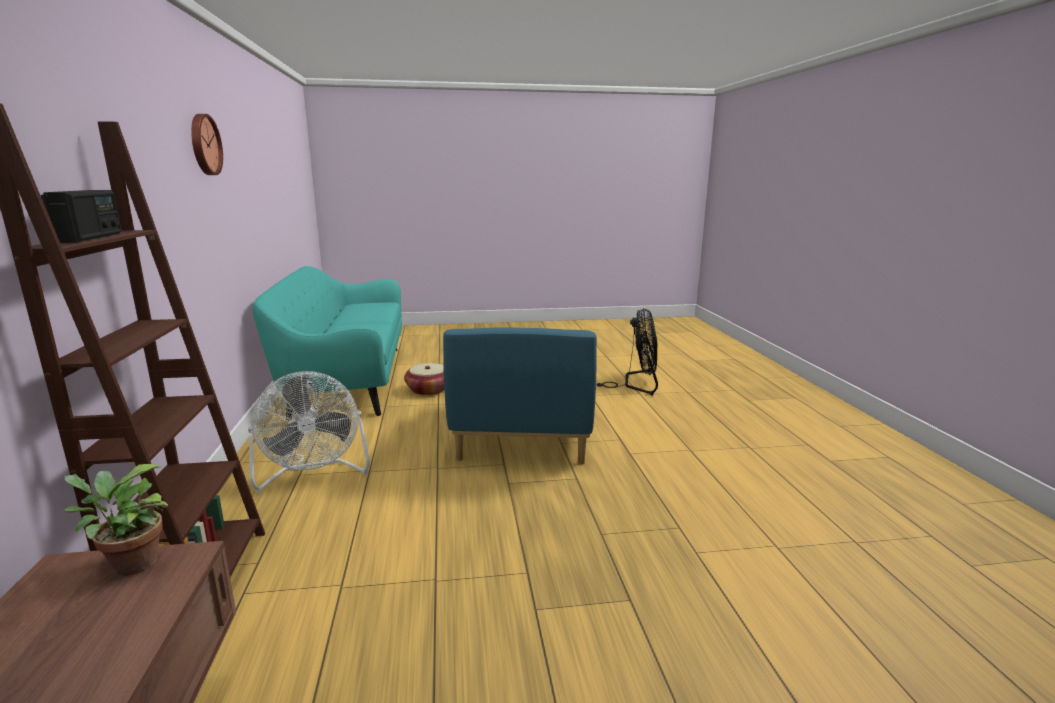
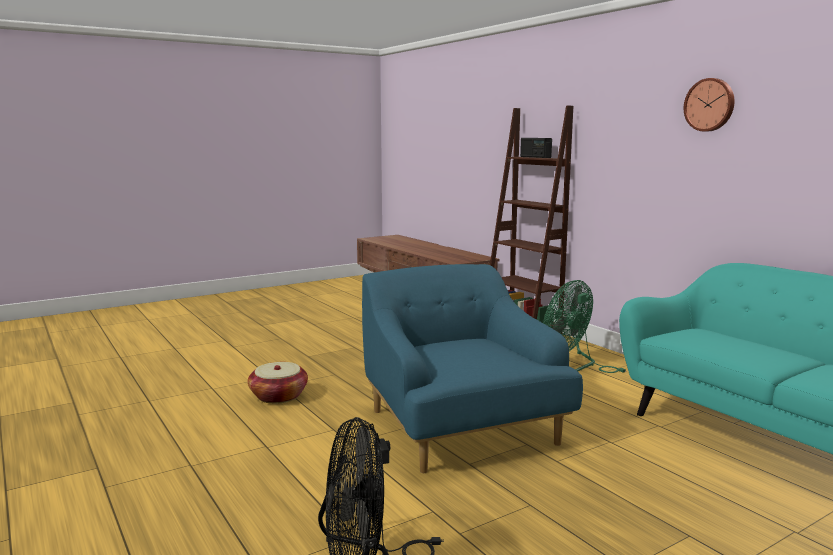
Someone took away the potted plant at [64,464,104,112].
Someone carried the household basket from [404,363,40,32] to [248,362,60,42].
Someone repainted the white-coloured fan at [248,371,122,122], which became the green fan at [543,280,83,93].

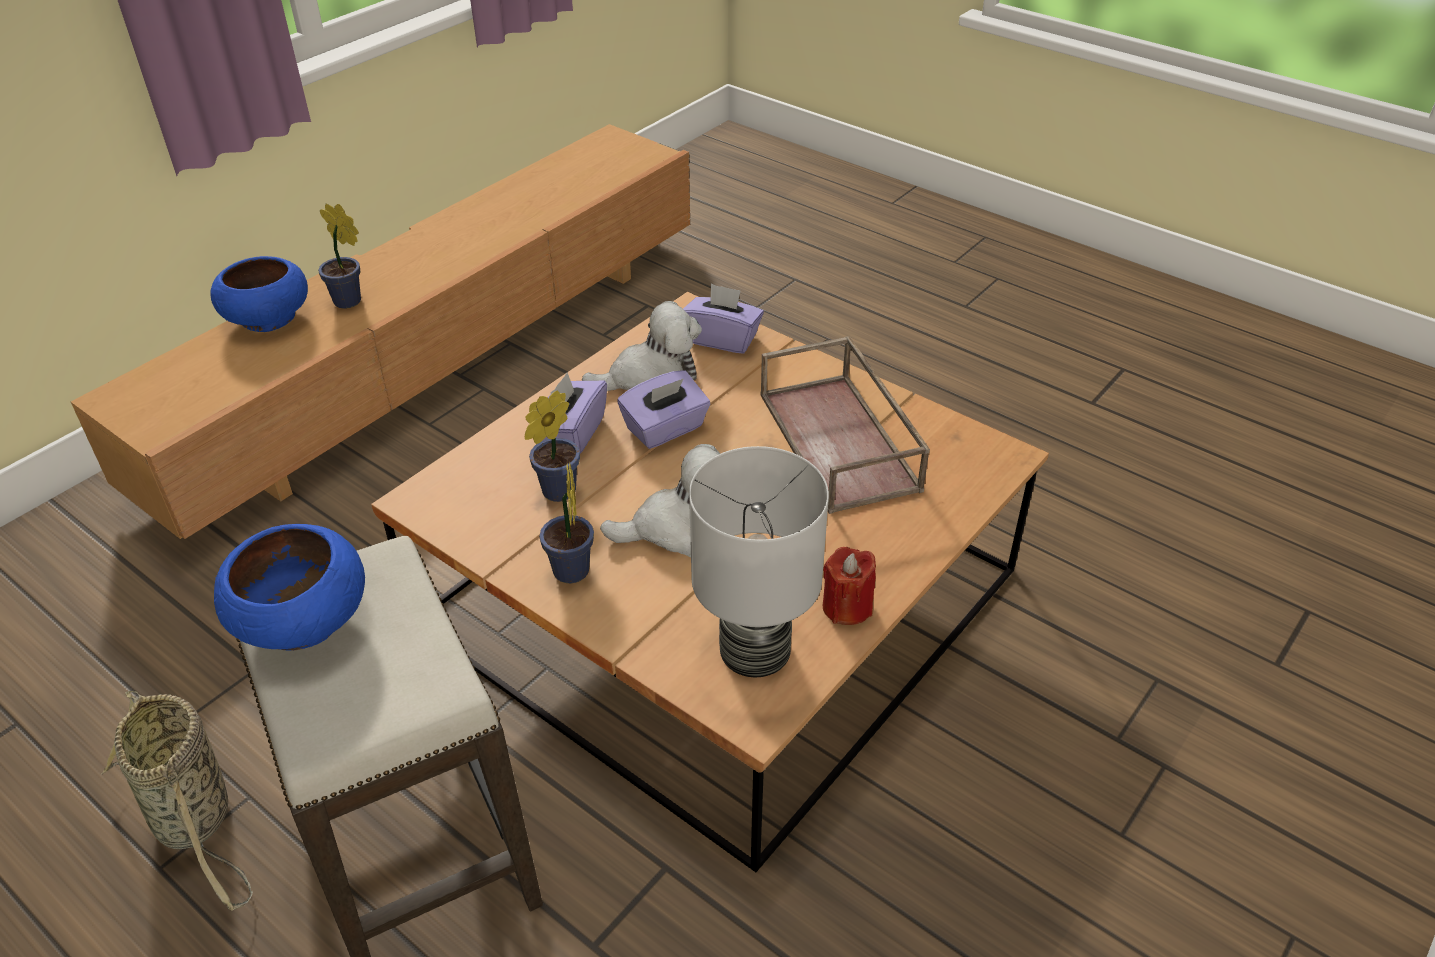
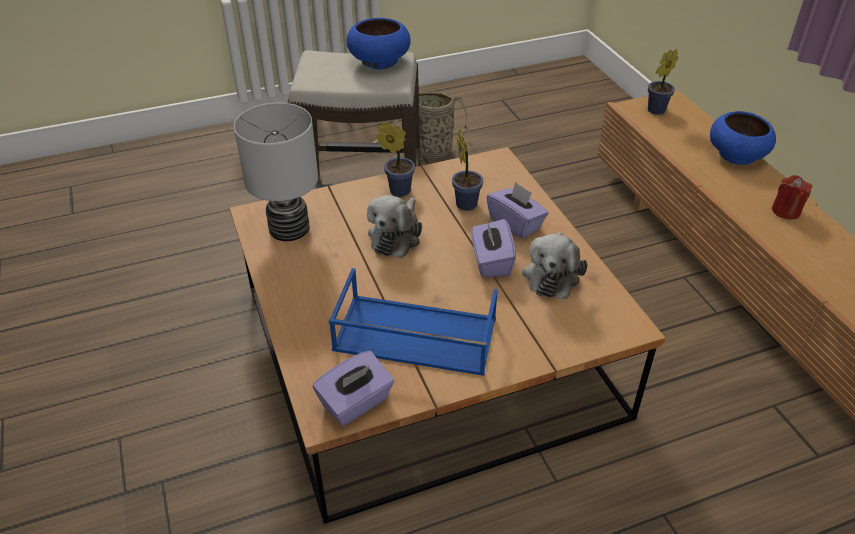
Someone carried the potted plant from [318,204,43,104] to [648,49,31,66].
Someone carried the purple tissue holder from [683,284,81,70] to [313,351,81,75].
Someone carried the reddish candle from [823,547,53,78] to [772,175,40,44].
Someone repainted the brown-coloured carrying tray at [760,336,170,178], which became the bluish carrying tray at [329,268,169,108].

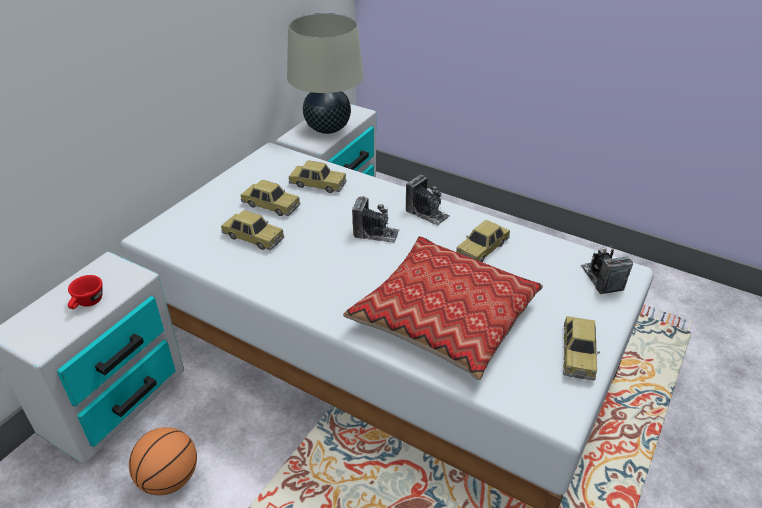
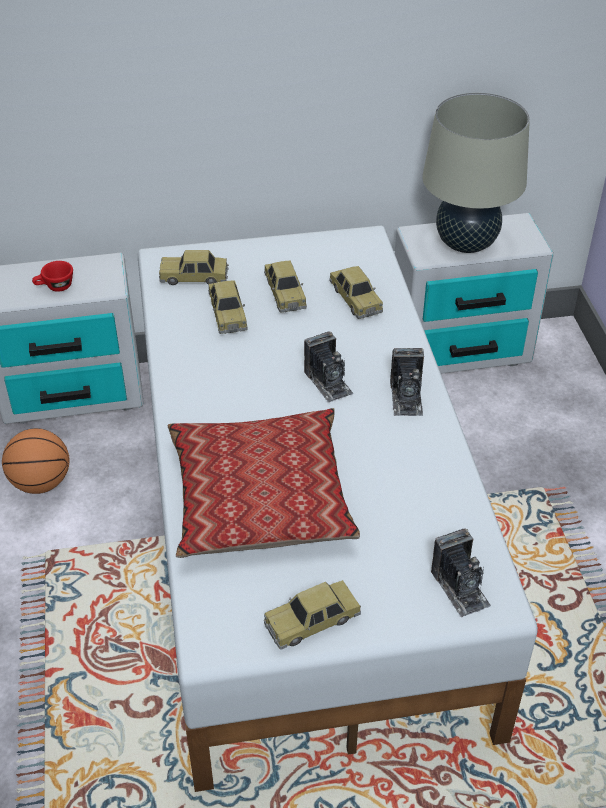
Someone carried the toy car from [456,220,54,42] to [159,250,70,35].
Someone rotated the photo camera at [581,246,52,48] by 120 degrees clockwise.

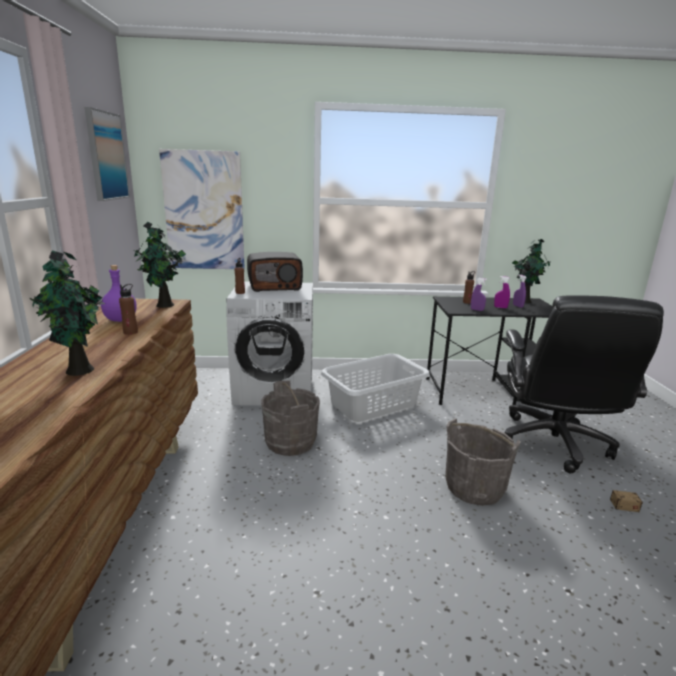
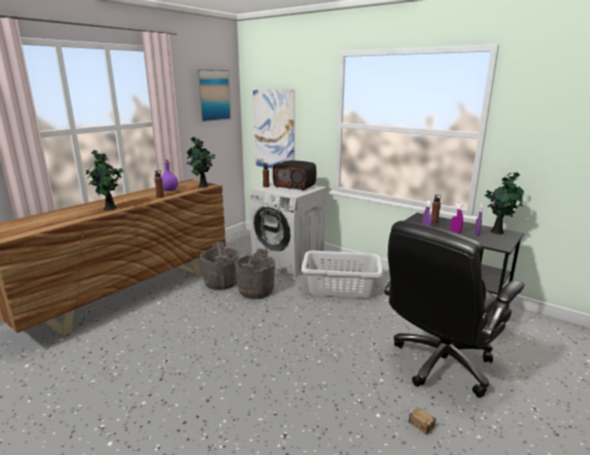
Someone carried the grey water bucket from [445,419,75,87] to [200,242,39,48].

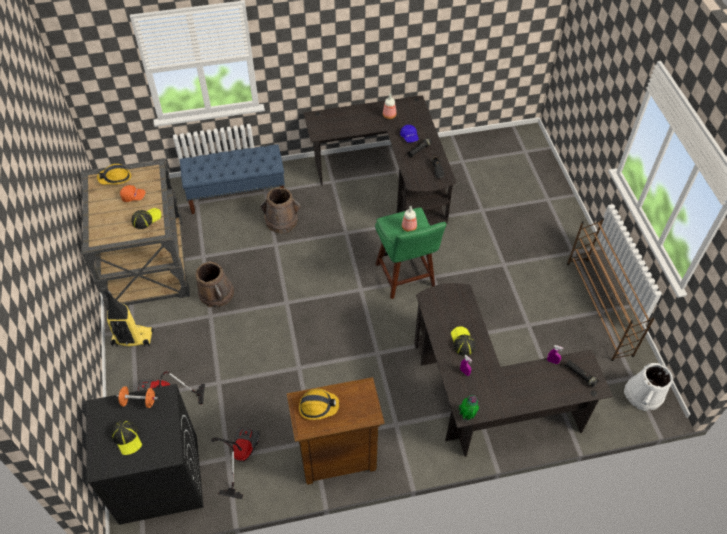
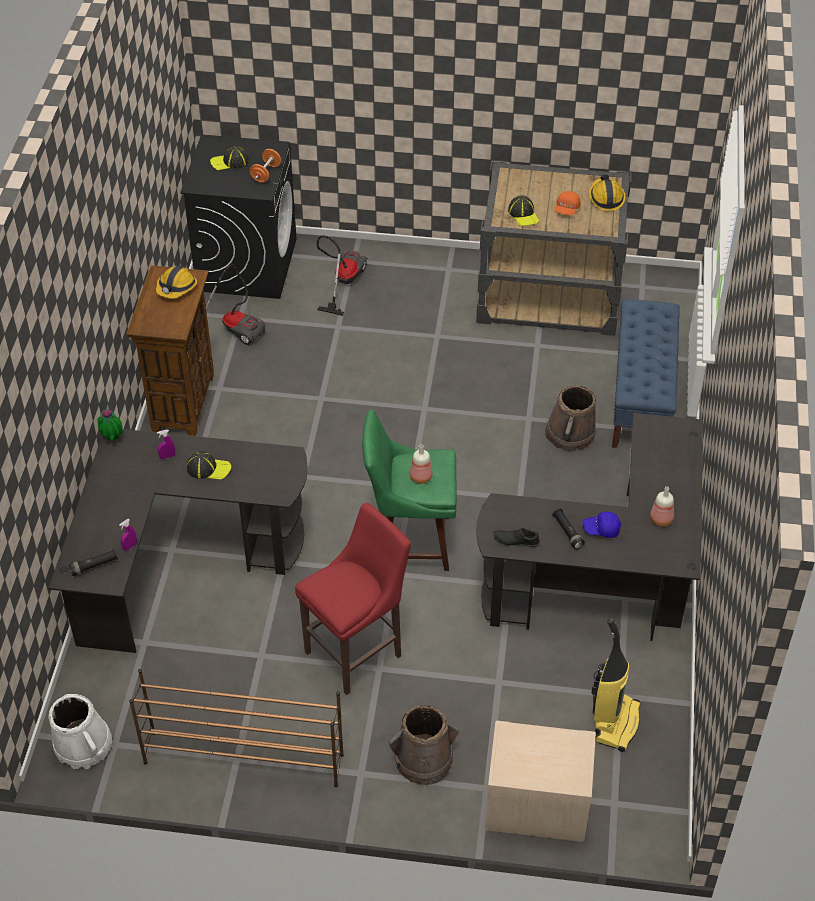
Someone put down the reddish stool seat at [295,503,116,192].
Someone put down the sand-coloured bedside table at [485,721,111,121].
Someone carried the hoover from [101,288,53,59] to [591,618,50,134].
Someone carried the brown-coloured water bucket from [196,261,38,47] to [389,705,70,80].

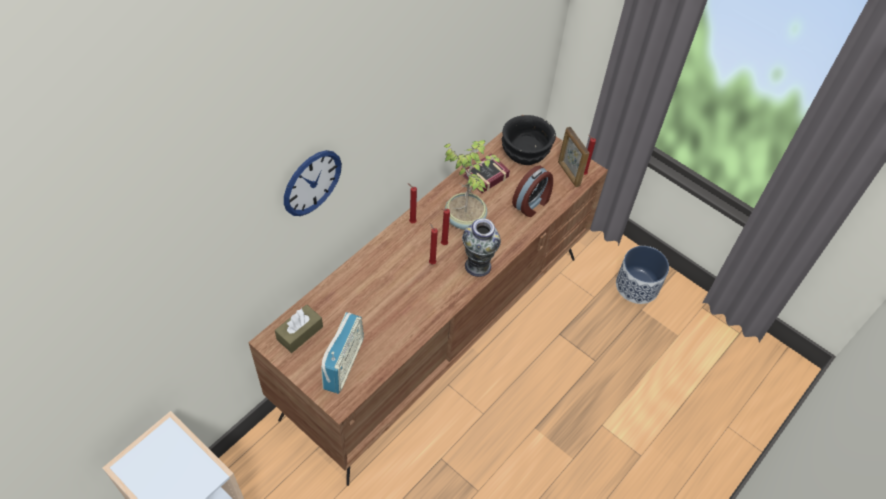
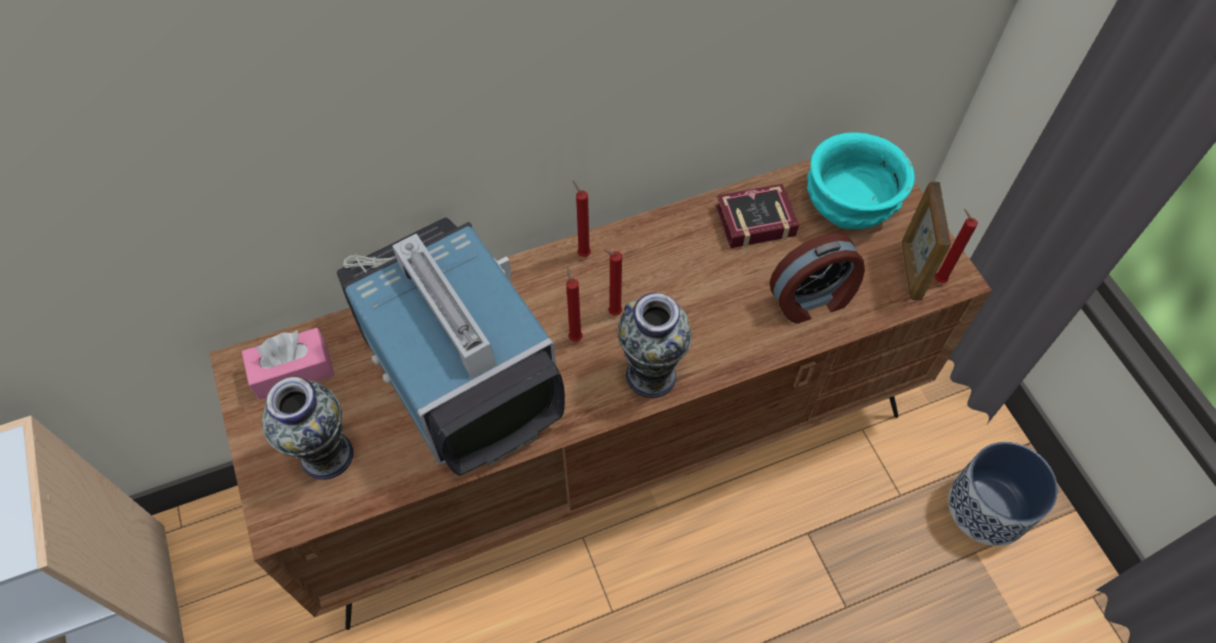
Someone took away the clock on the wall at [284,150,58,66].
Someone took away the potted plant at [444,140,57,90].
Someone put down the television at [337,217,228,259].
Someone swapped the radio set at [321,312,43,82] for the flower vase at [262,377,91,103].
Someone repainted the brown-coloured tissue holder at [275,304,48,49], which became the pinkish tissue holder at [242,328,92,72].
Someone repainted the blackish deep dish at [502,115,54,50], which became the turquoise deep dish at [807,132,108,97].

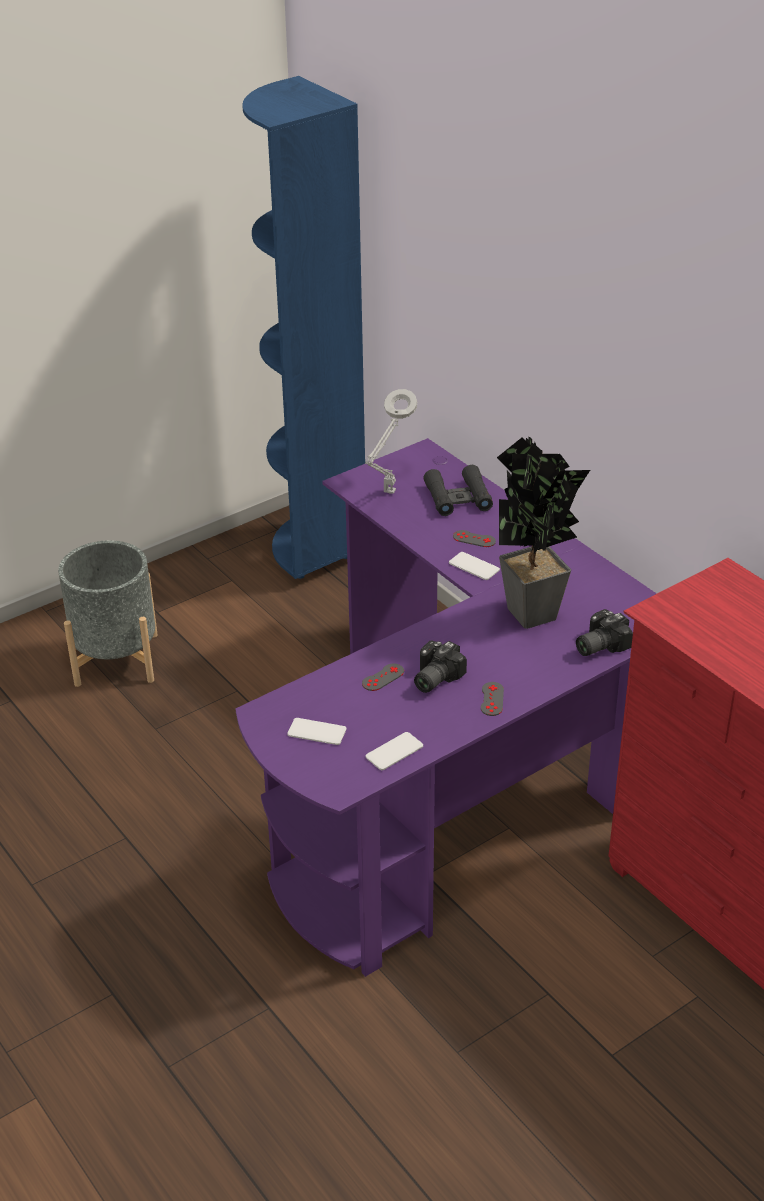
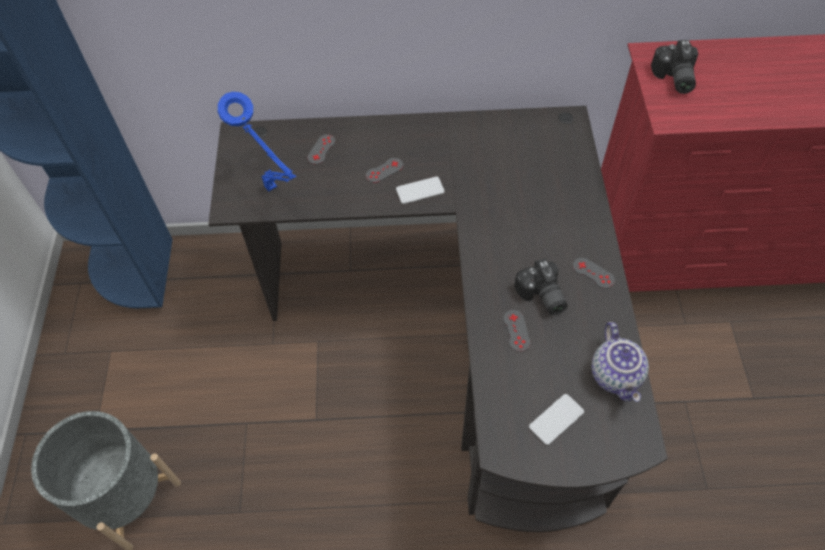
Someone took away the potted plant at [497,437,93,192].
Someone carried the photo camera from [576,609,57,47] to [651,40,47,54].
Someone swapped the handset at [365,732,58,38] for the pot for tea at [592,322,57,80].
Someone swapped the blackish binoculars at [424,465,69,51] for the grey joypad at [307,134,28,31].
Someone repainted the purple desk unit at [236,438,421,539], which became the blackish desk unit at [208,106,460,426].
Someone repainted the grey lamp for a table at [365,389,52,105], which became the bluish lamp for a table at [218,92,78,99].

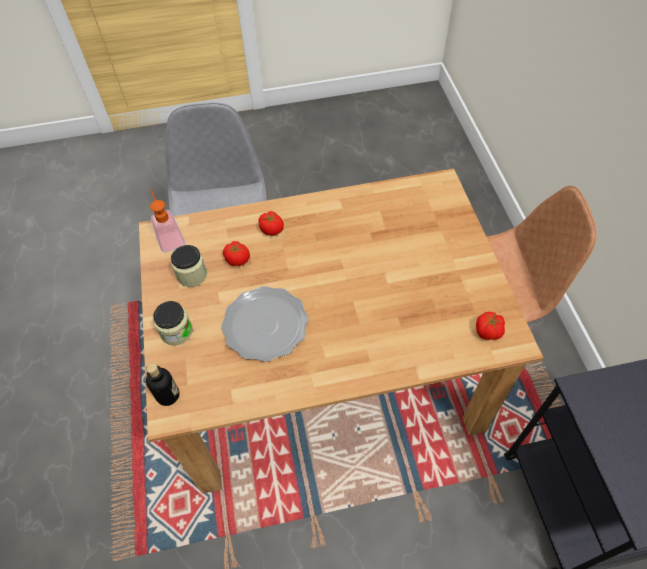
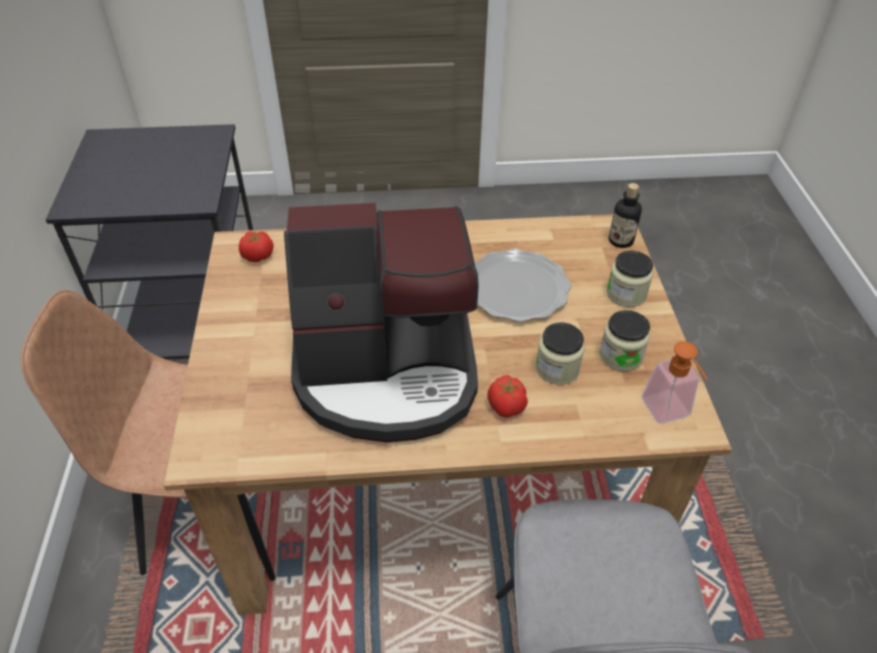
Someone put down the coffee brewer at [284,203,195,239].
Someone swapped the whole tomato at [223,241,27,25] for the jar at [536,322,49,63].

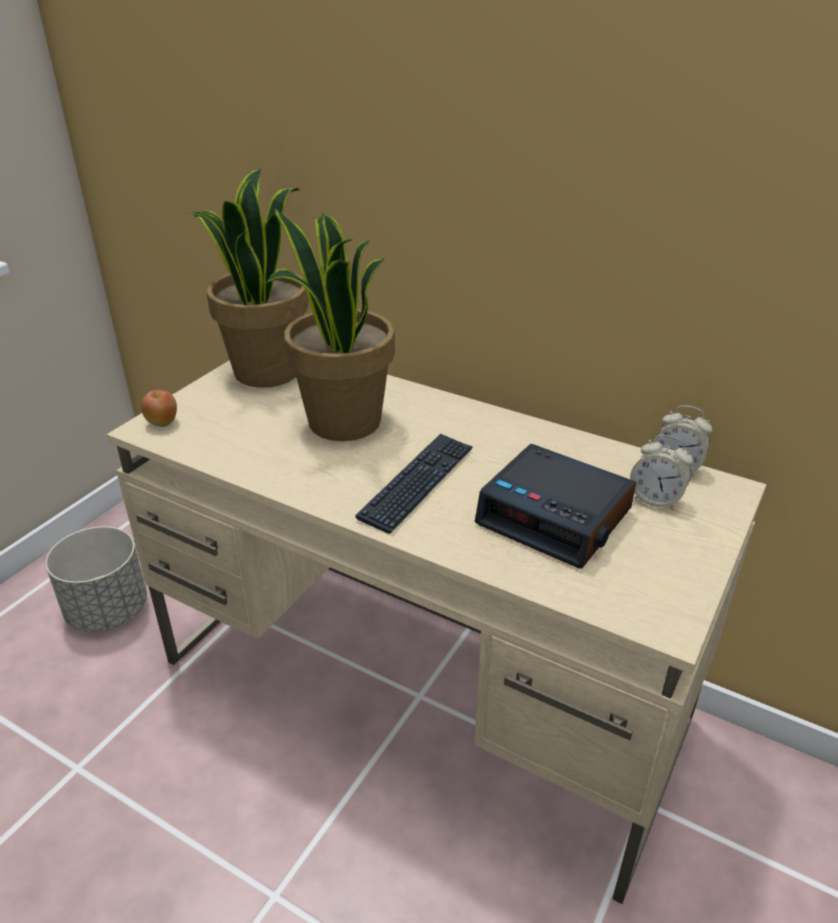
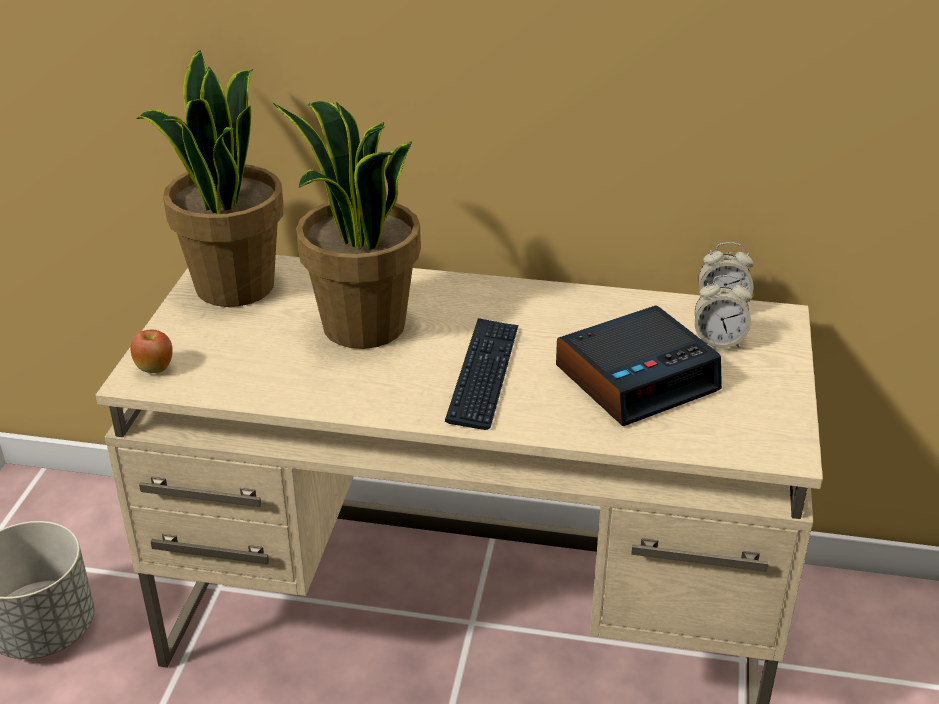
Someone rotated the bedside clock at [475,444,161,125] by 45 degrees counterclockwise.

